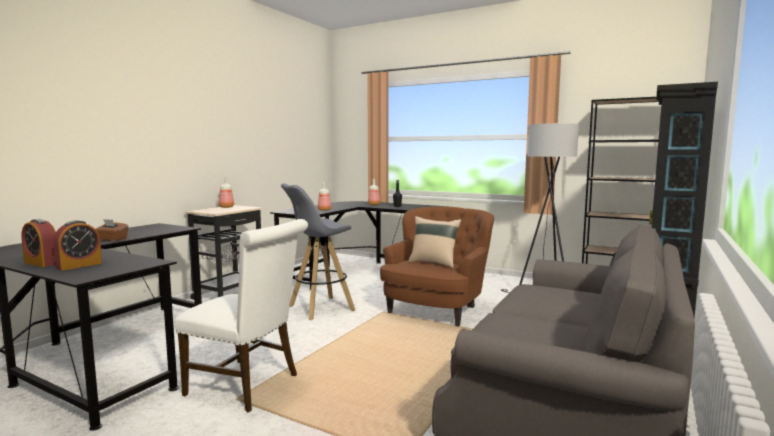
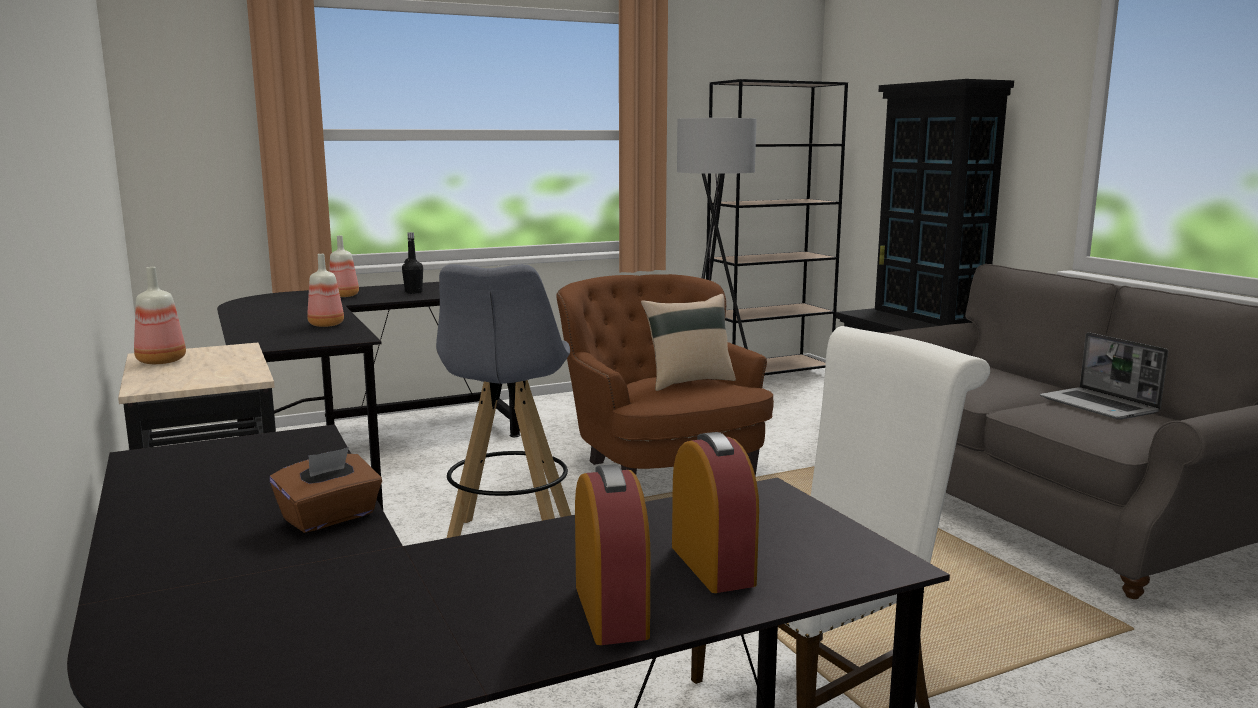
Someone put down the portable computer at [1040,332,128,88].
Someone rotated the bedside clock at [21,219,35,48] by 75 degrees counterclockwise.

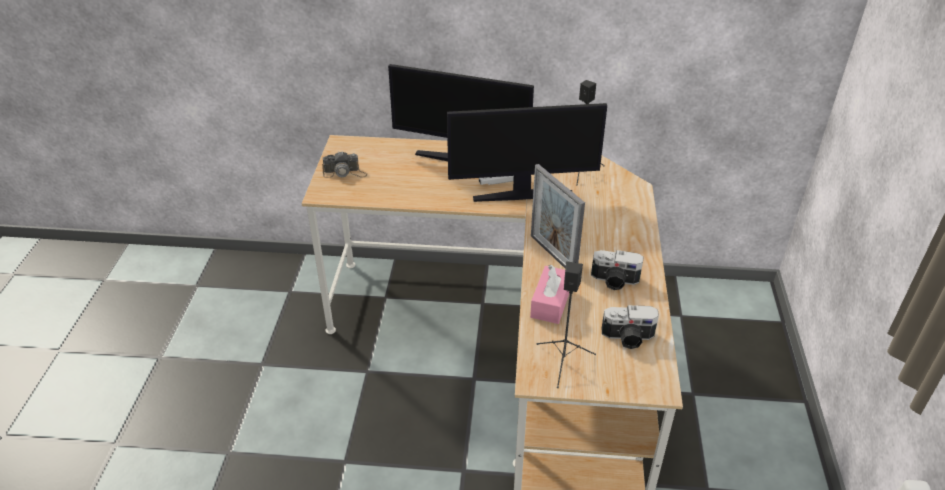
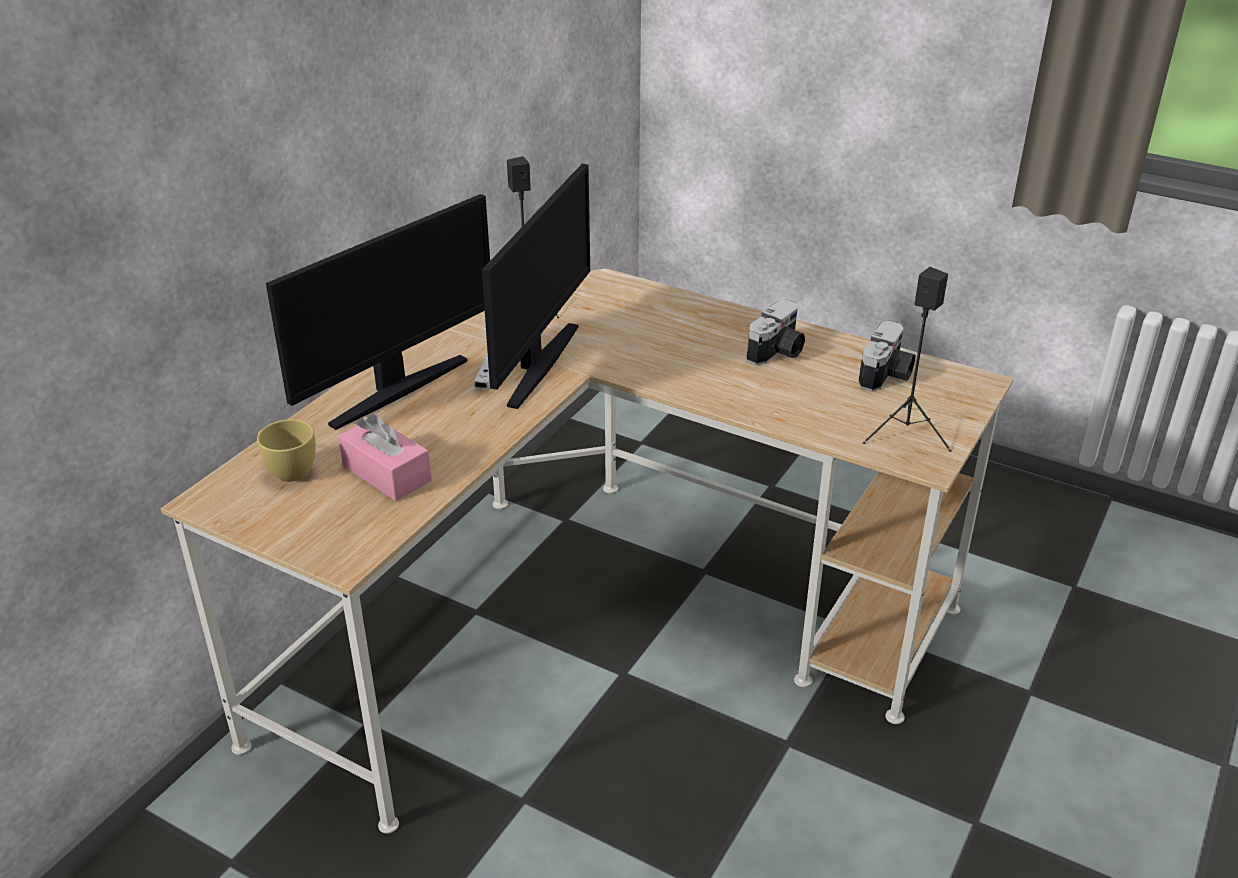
Someone took away the photo camera at [322,151,45,27].
Someone took away the photo frame at [531,164,54,105].
Someone put down the yellow-coloured cup at [257,419,58,63].
Someone carried the pinkish tissue holder from [530,265,39,59] to [338,413,94,88].

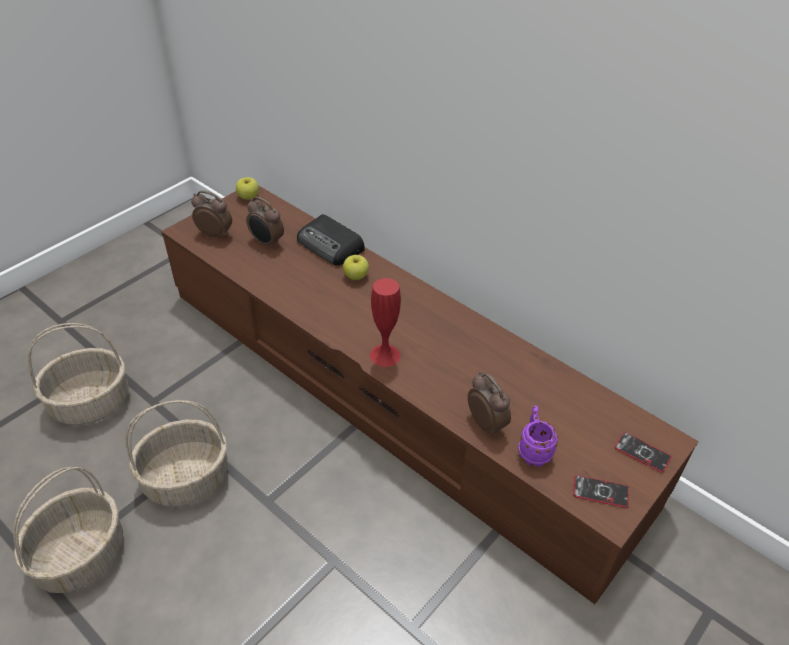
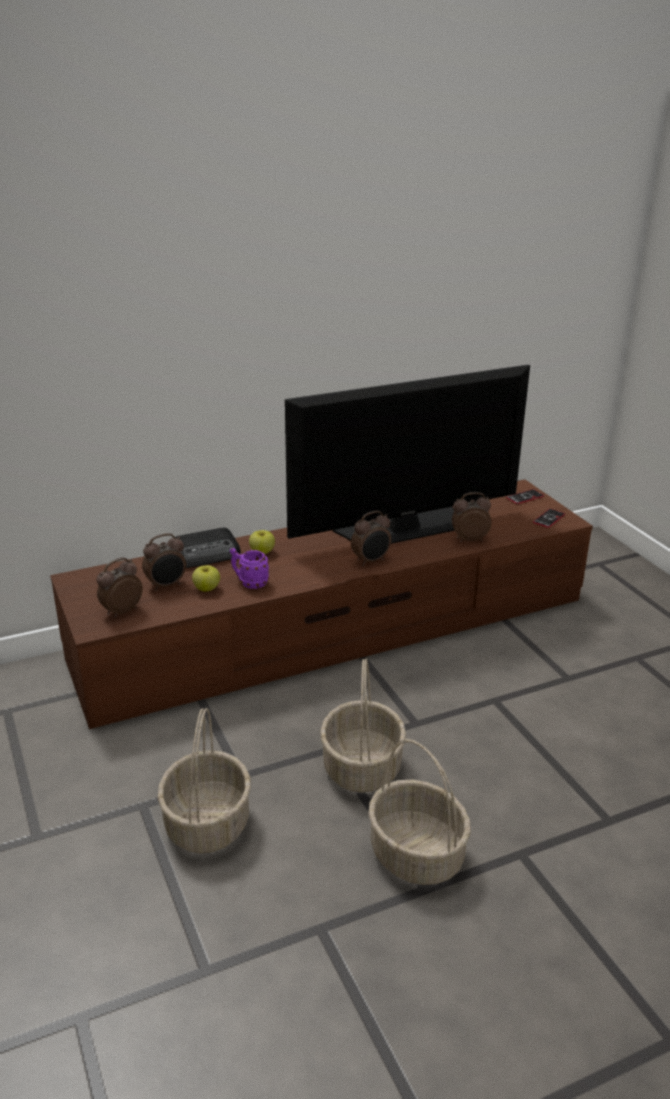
Someone put down the television at [285,365,245,179].
Someone carried the apple from [236,177,23,23] to [192,565,28,27].
Someone carried the purple mug from [518,406,40,61] to [230,548,39,41].
Someone swapped the reddish flower vase at [370,278,31,89] for the bedside clock at [351,511,40,55].

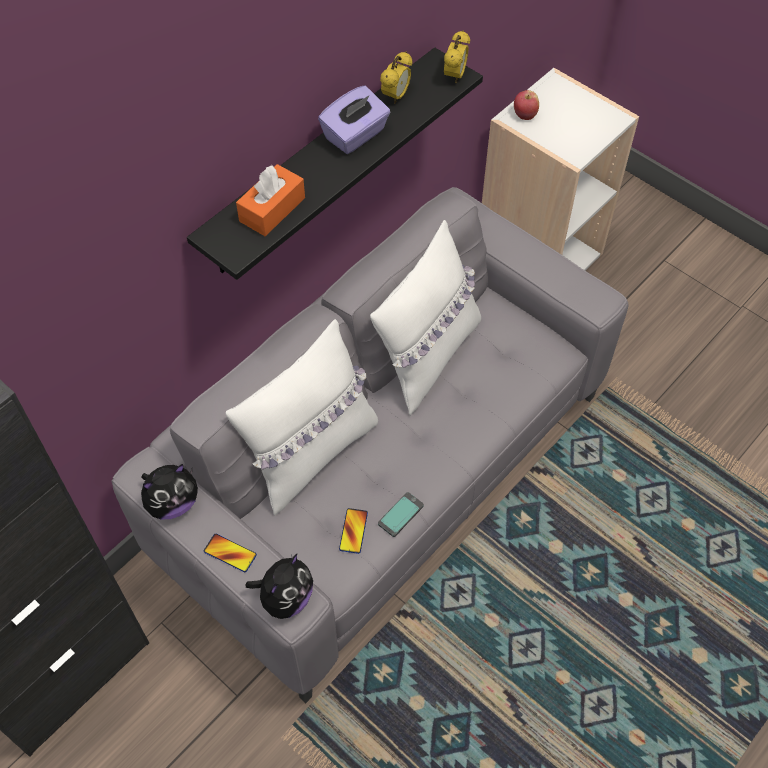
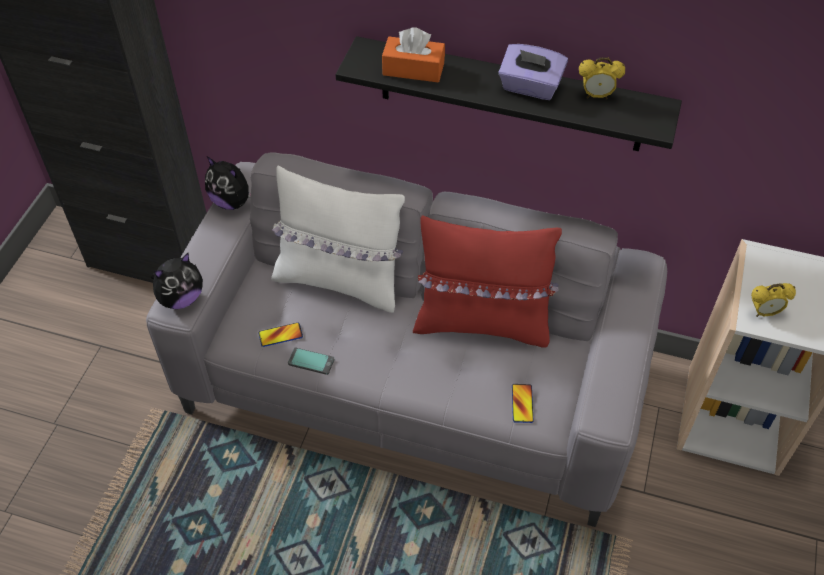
Someone took away the apple at [514,90,25,30].
Someone carried the handset from [204,534,53,38] to [512,384,22,39].
Someone carried the bedside clock from [444,30,26,53] to [751,283,45,34].
Someone repainted the white-coloured cushion at [370,220,111,196], which became the reddish cushion at [413,215,149,133].
Someone rotated the cuddly toy at [245,554,68,65] by 45 degrees counterclockwise.

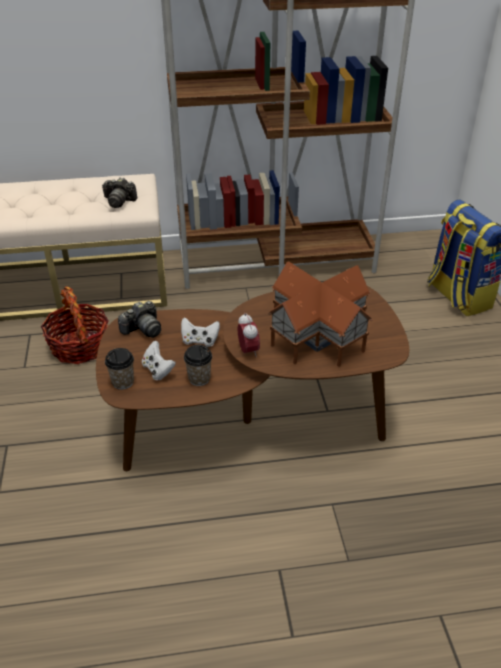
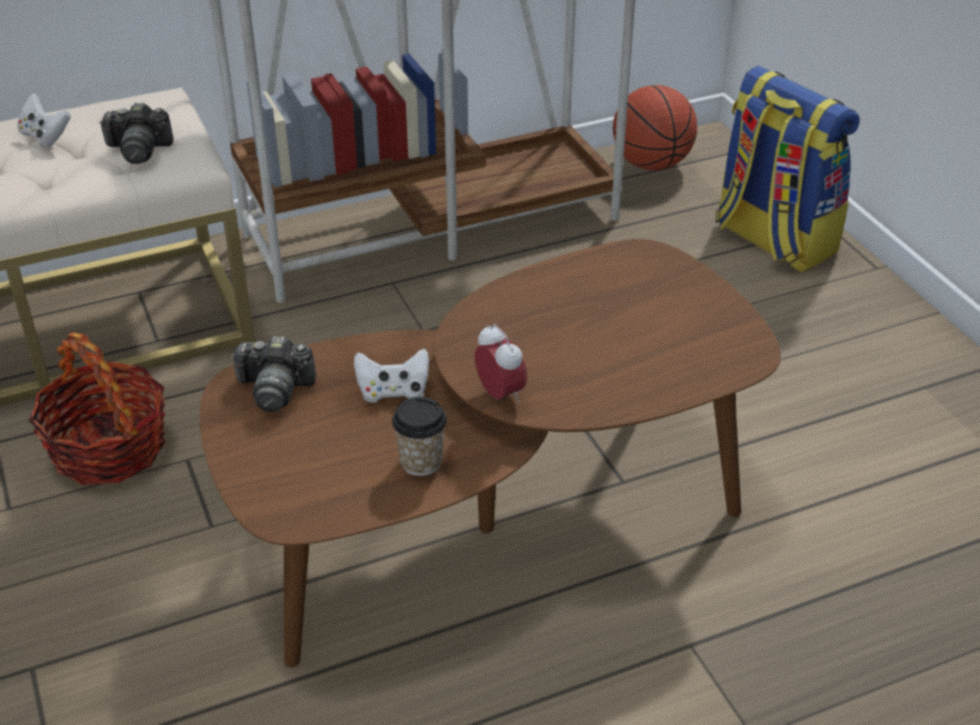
Someone took away the cup at [105,348,29,42].
Someone took away the toy house at [268,262,104,105].
Someone put down the basketball ball at [613,85,84,85].
Someone carried the white-coloured joypad from [142,341,34,40] to [17,94,53,53].
Someone rotated the photo camera at [118,301,43,37] by 60 degrees clockwise.

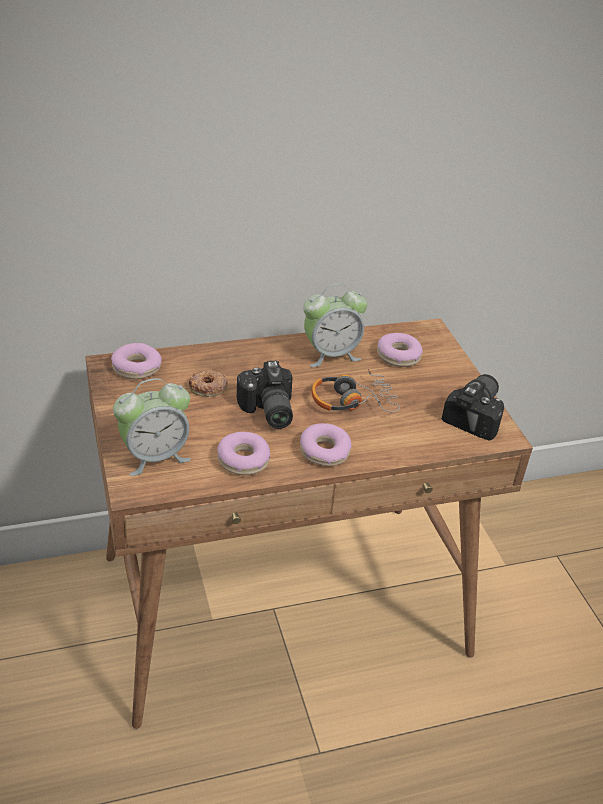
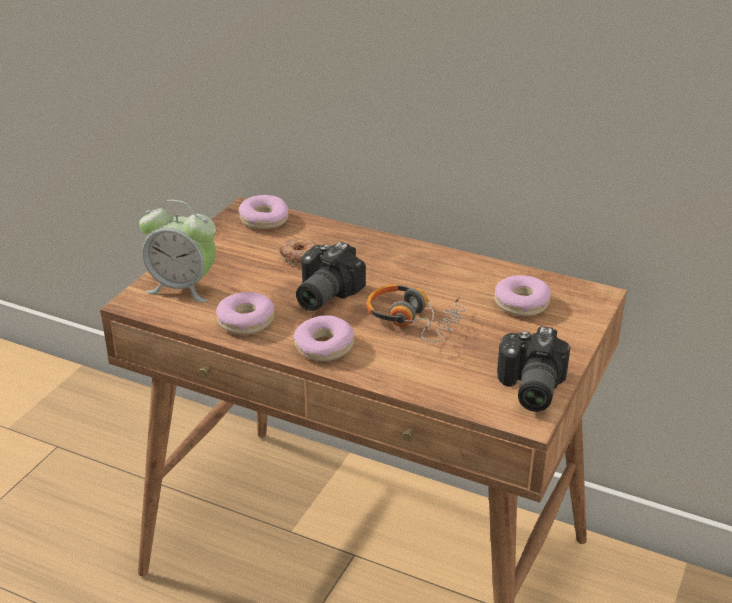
Someone took away the bedside clock at [303,284,64,83].
Someone rotated the photo camera at [442,374,62,66] by 120 degrees clockwise.

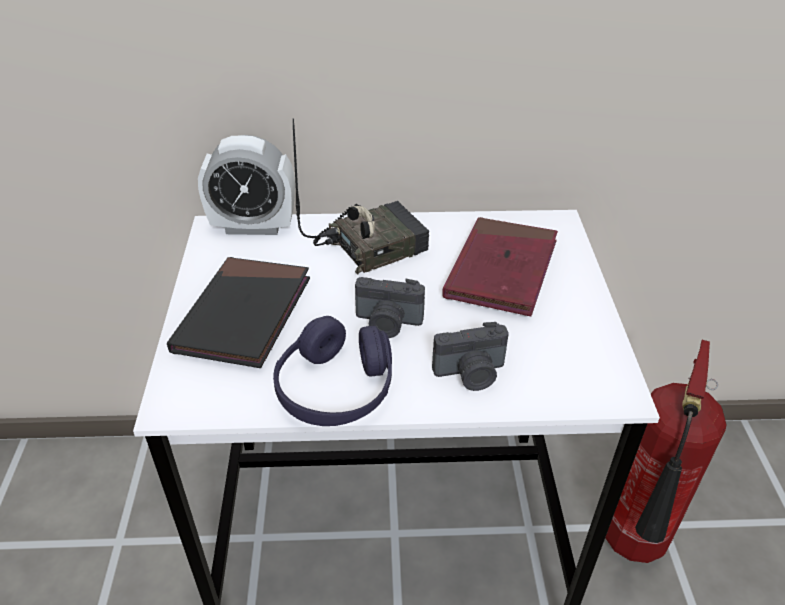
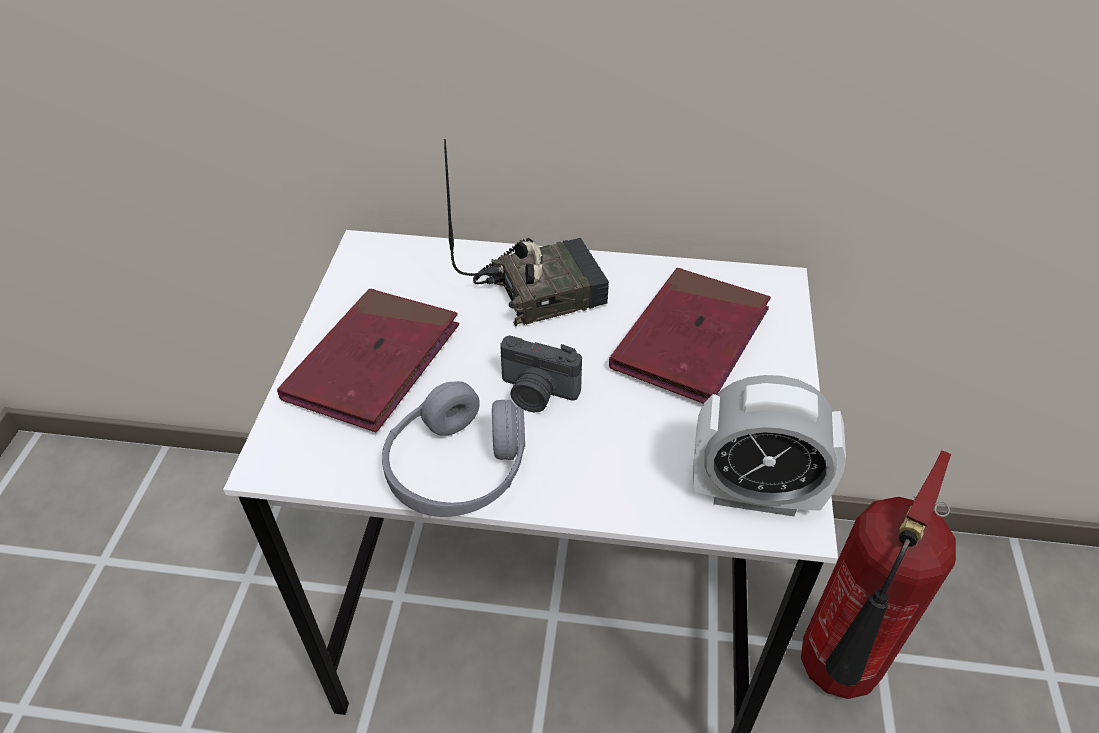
Someone took away the photo camera at [432,322,77,69].
Someone carried the bedside clock from [198,135,97,100] to [693,375,153,141].
Someone repainted the blackish bound book at [167,257,143,111], which became the reddish bound book at [277,289,182,143].
Someone repainted the purple pair of headphones at [273,316,119,110], which became the grey pair of headphones at [382,381,143,136].

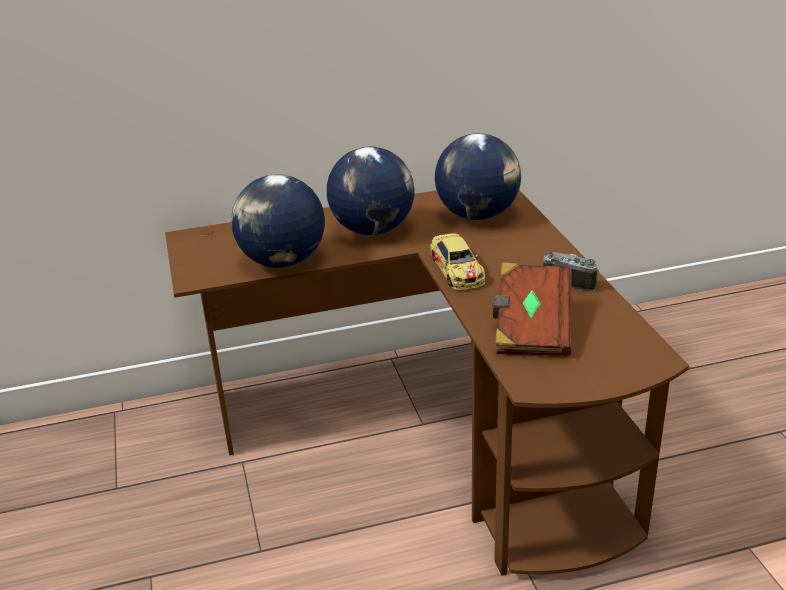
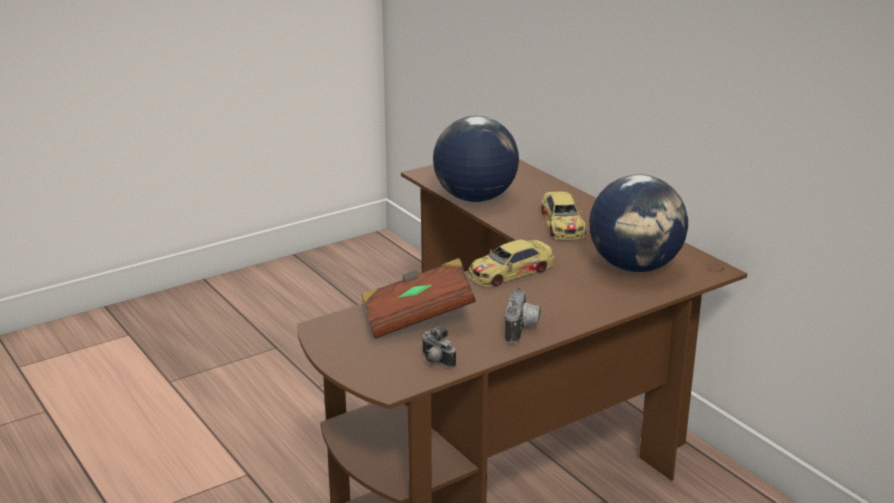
Someone put down the photo camera at [422,326,34,42].
Someone swapped the desk globe at [327,147,88,88] for the toy car at [541,192,45,48].

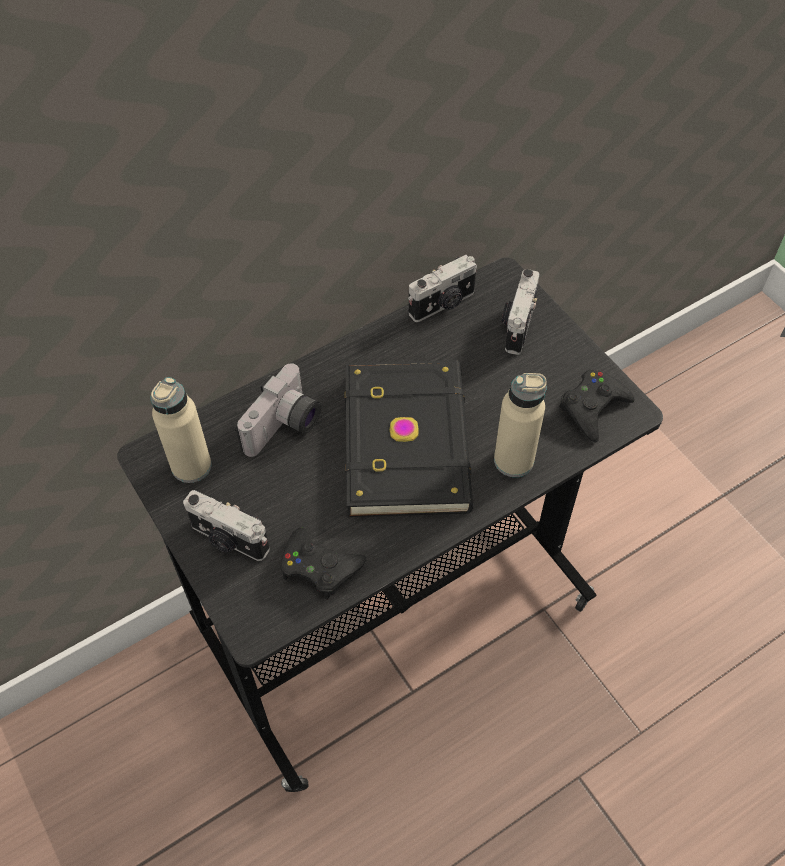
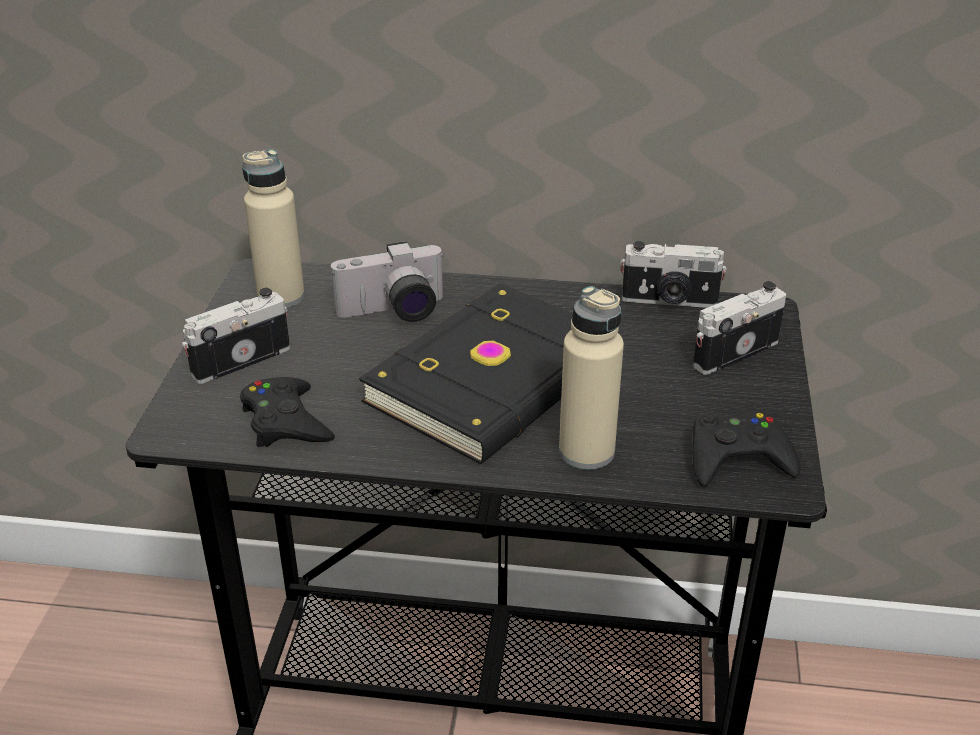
Someone rotated the photo camera at [183,490,87,71] by 75 degrees clockwise.

